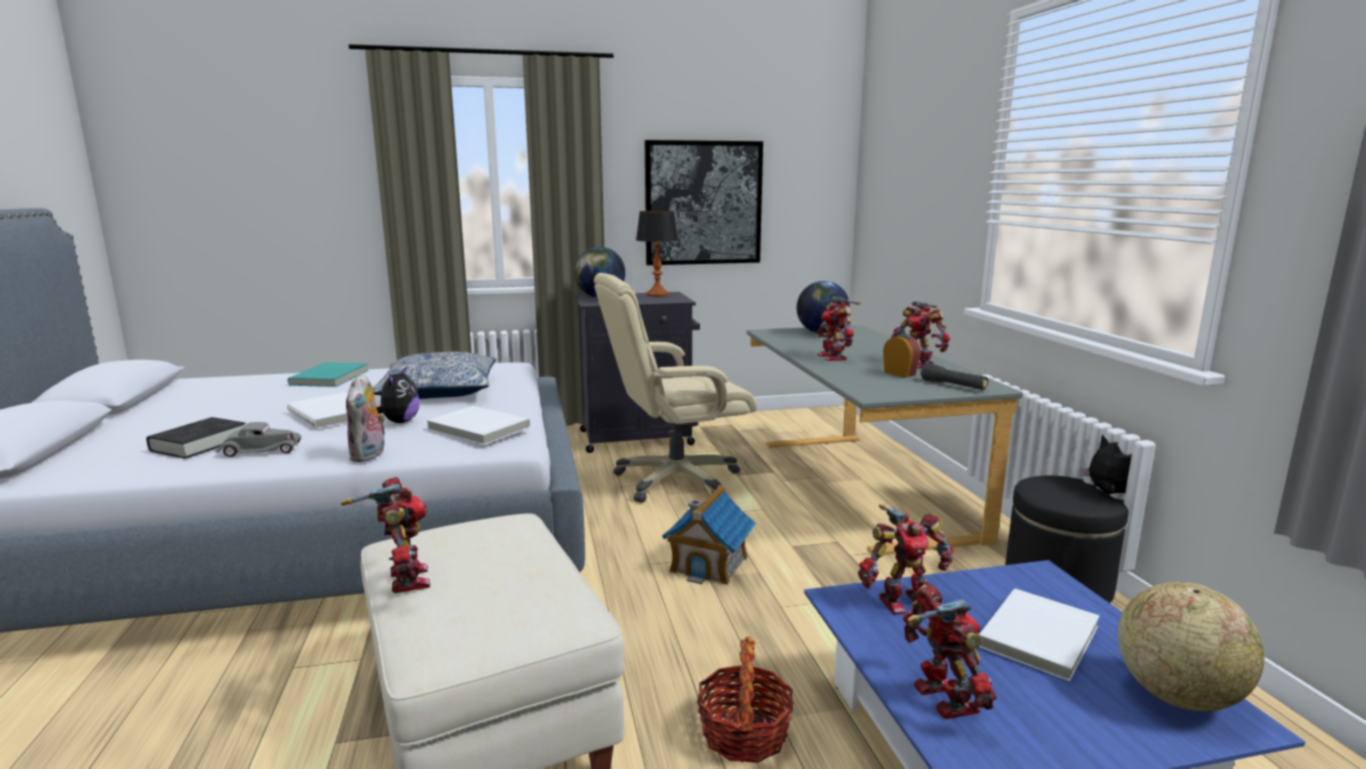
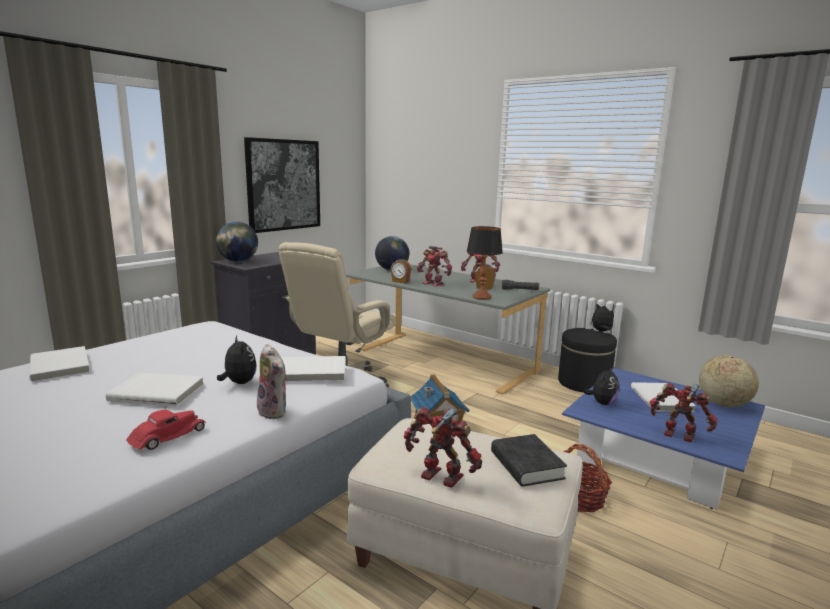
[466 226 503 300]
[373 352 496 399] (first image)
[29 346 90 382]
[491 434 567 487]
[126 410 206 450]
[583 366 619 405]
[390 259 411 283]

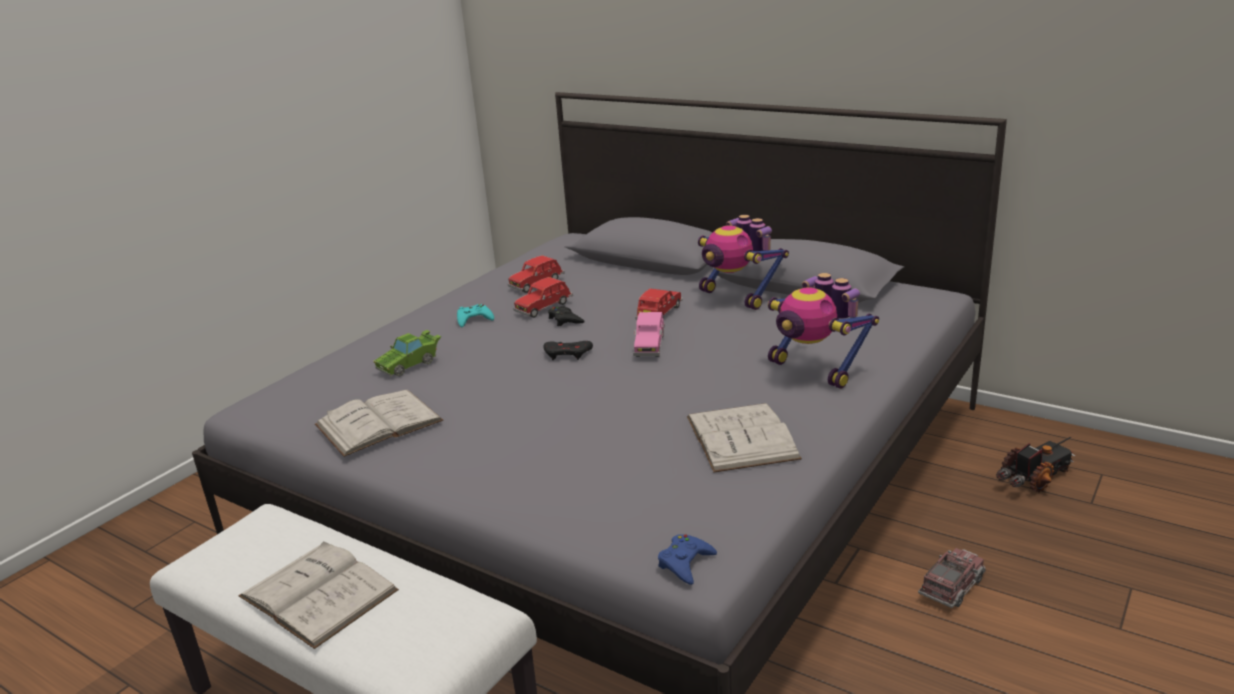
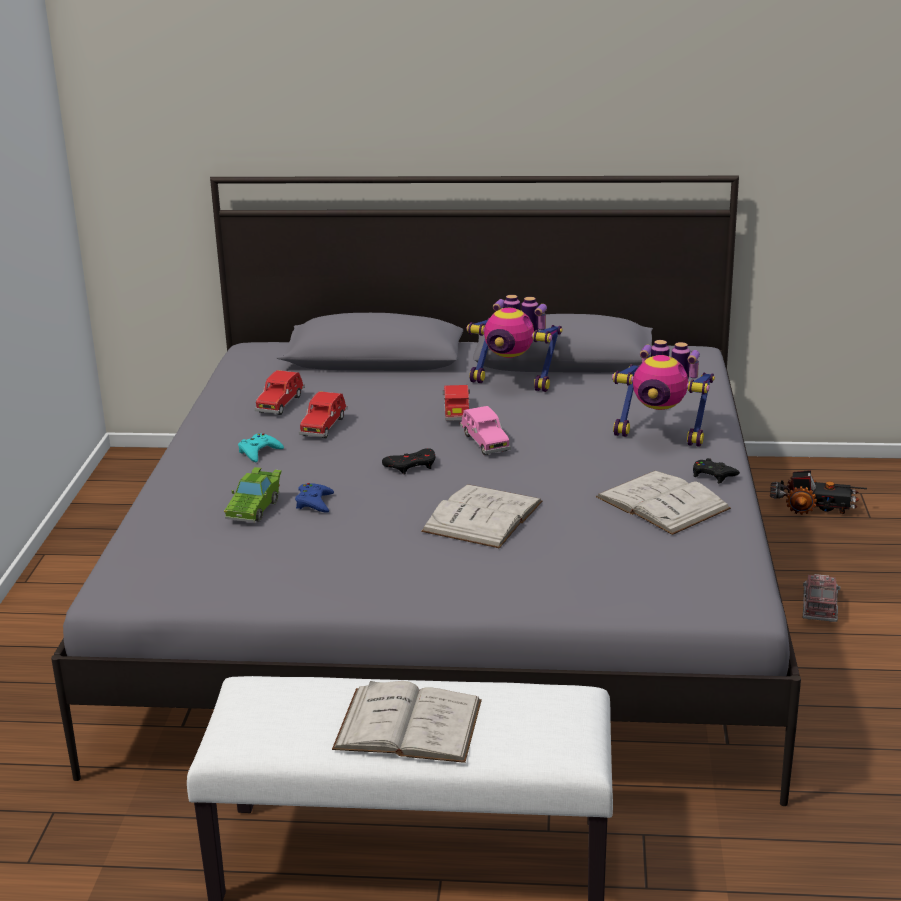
[693 458 740 483]
[421 484 542 548]
[770 470 867 515]
[295 483 334 513]

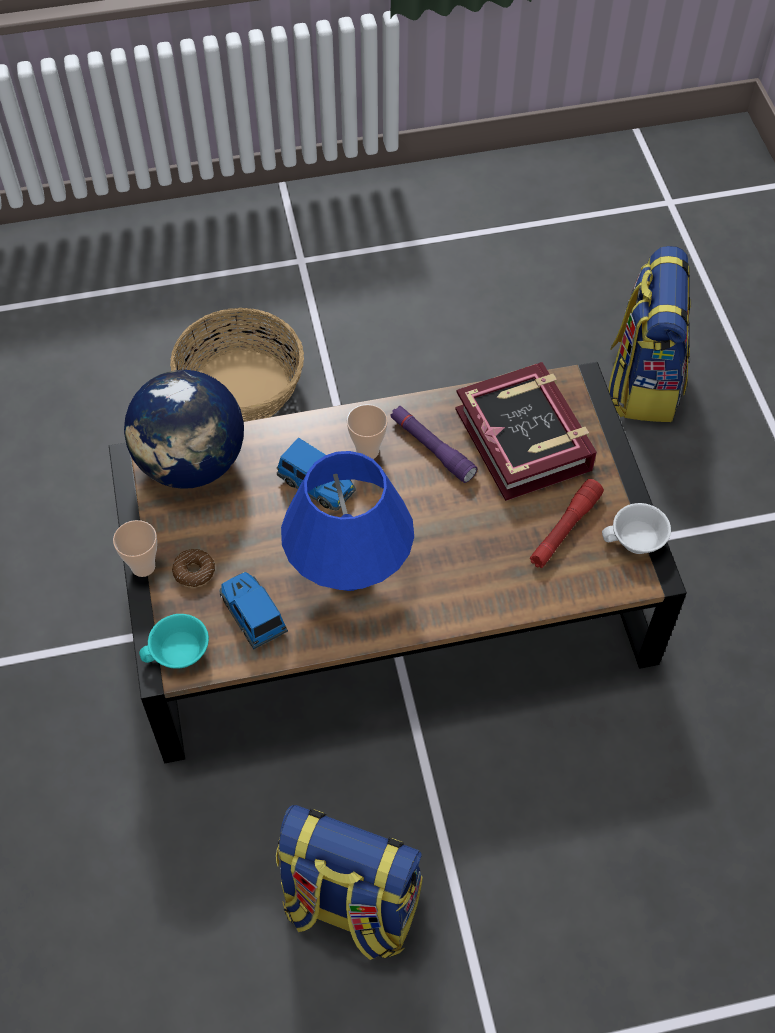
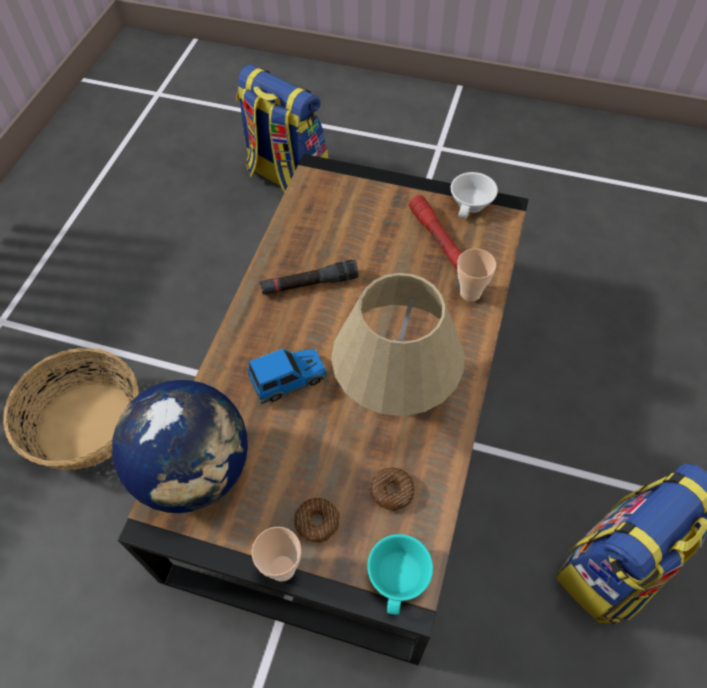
[455 362 597 501] (first image)
[457 249 496 302]
[260 259 359 295]
[331 273 464 416]
[370 467 415 510]

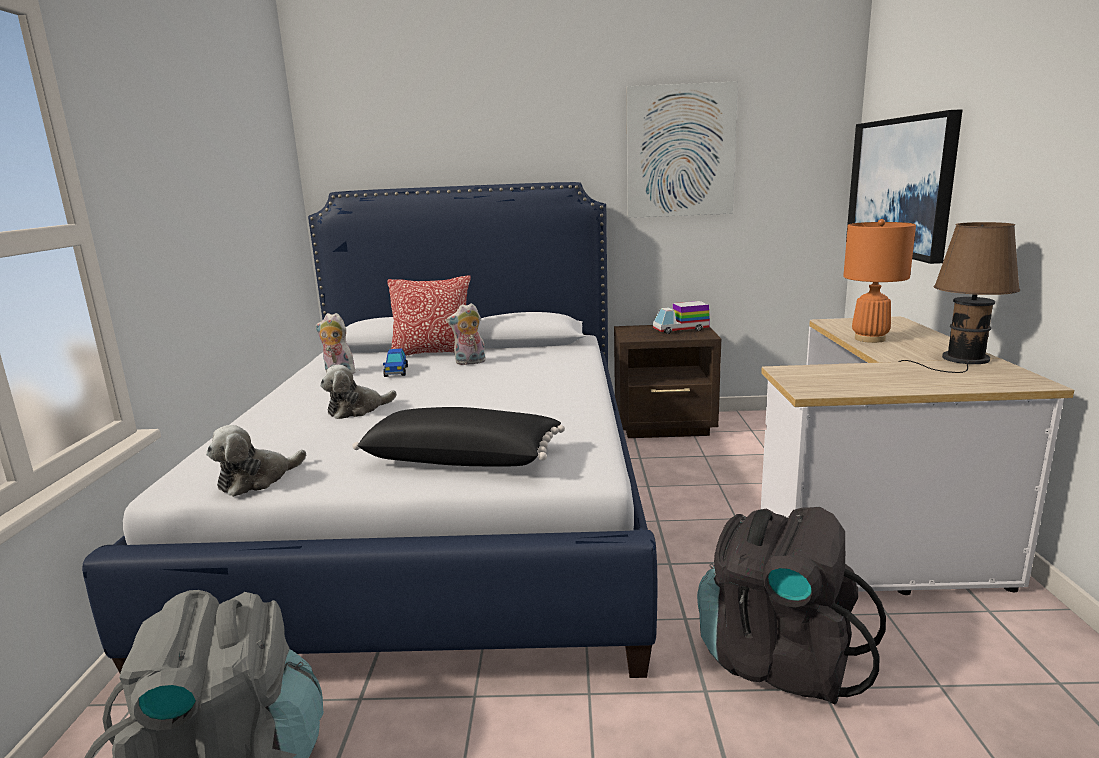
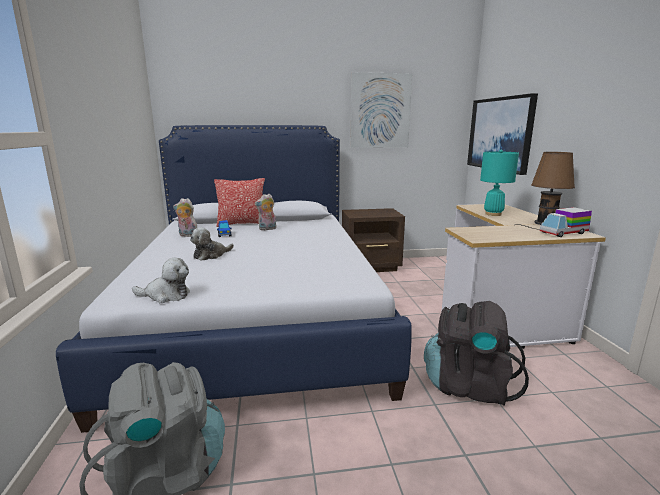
[480 150 519 216]
[539 207 592 237]
[352 407 565 467] (first image)
[132 258 190 303]

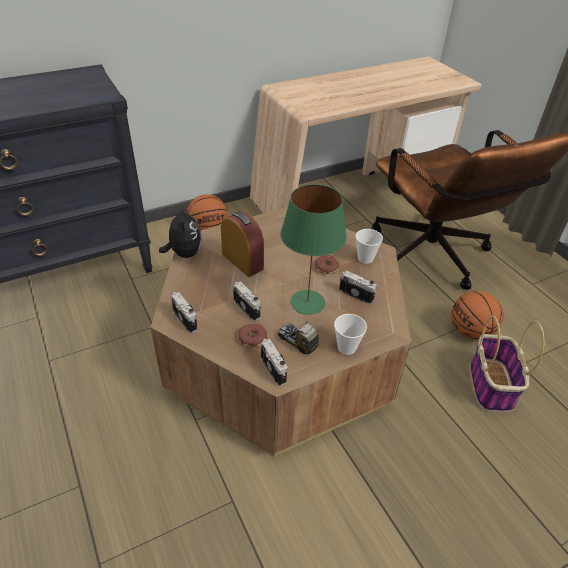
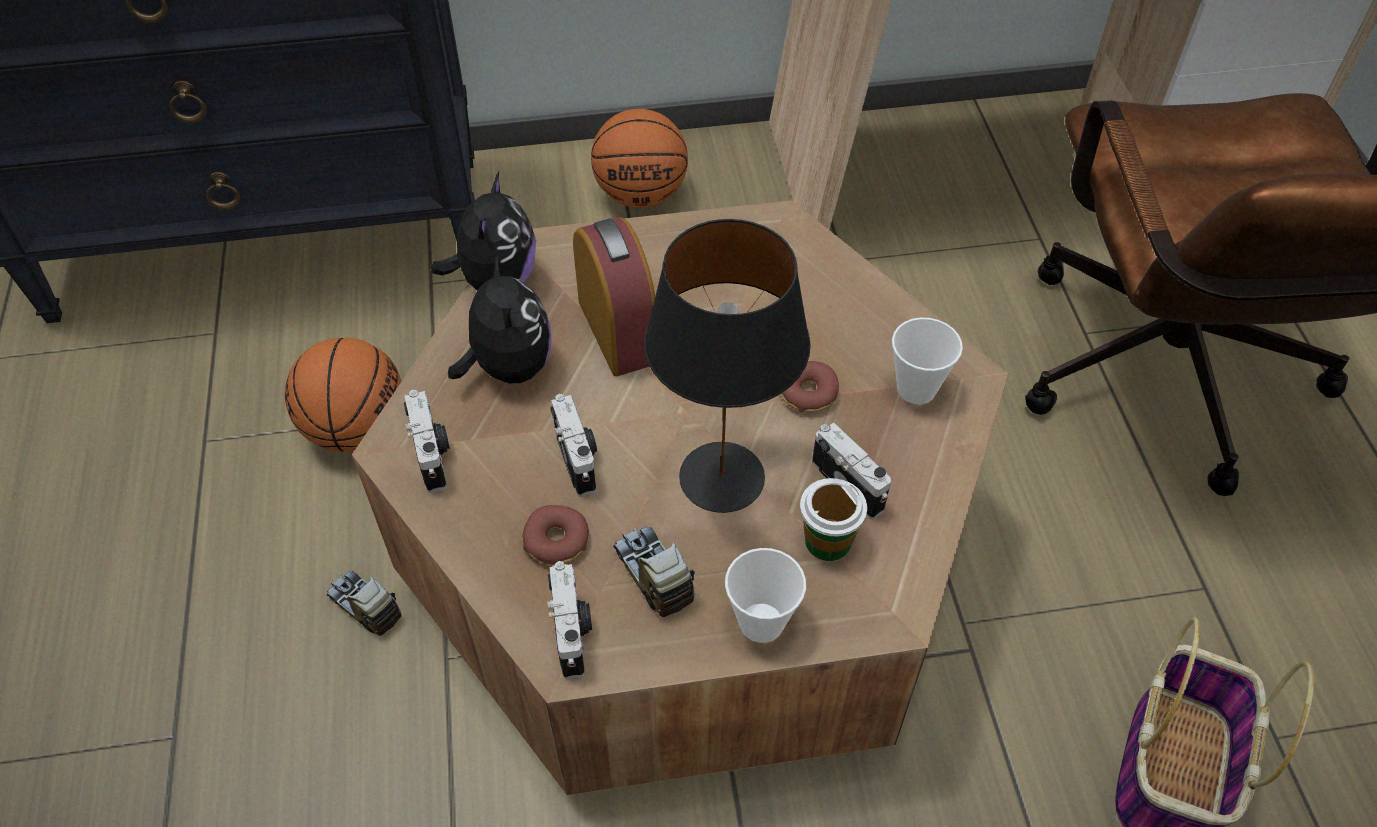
[644 219 811 513]
[285 338 402 452]
[448 254 551 383]
[800 478 867 561]
[327 571 401 636]

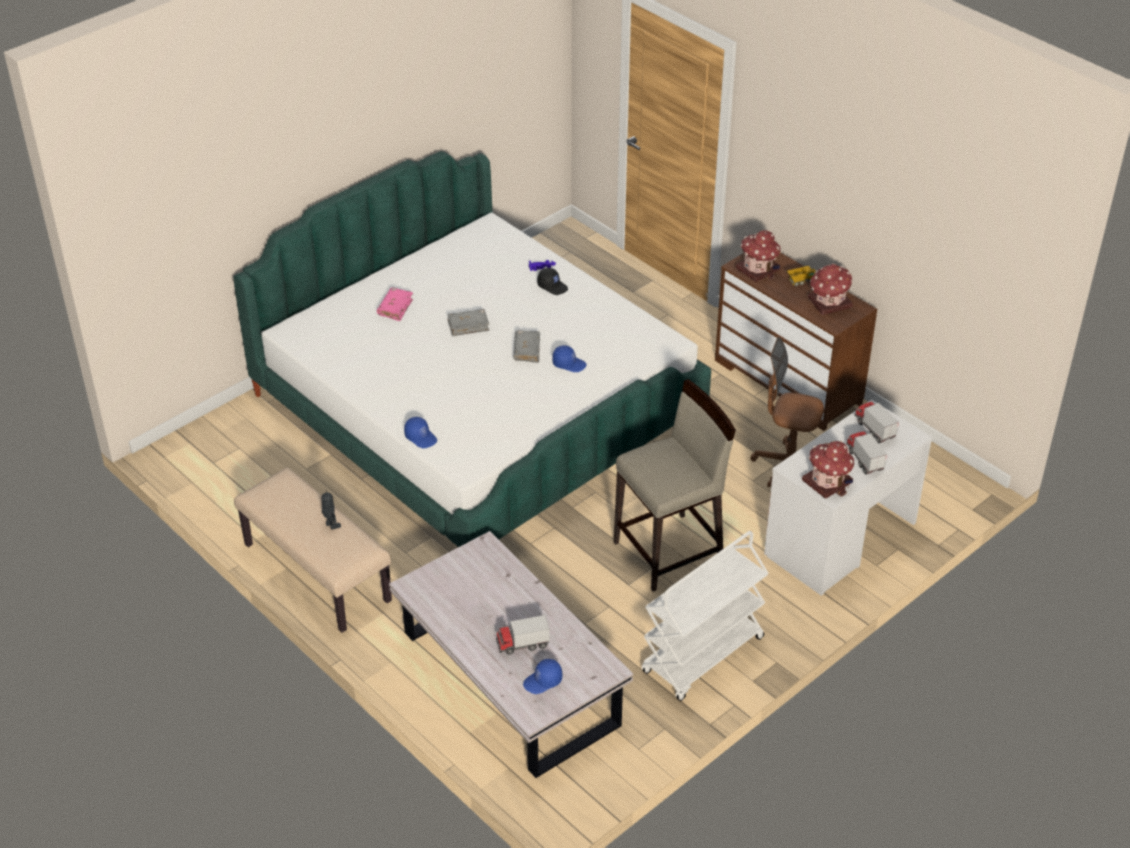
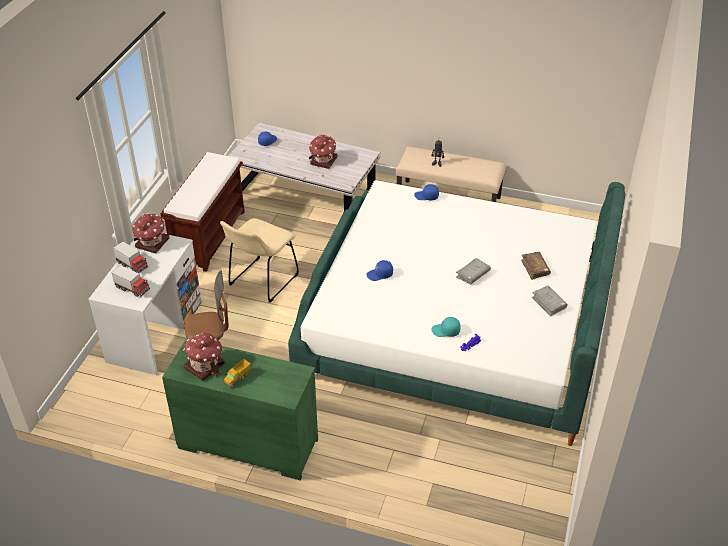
[309 135 338 169]
[162 338 318 481]
[431 317 461 337]
[521 252 551 280]
[532 286 567 317]
[220 218 299 303]
[161 152 245 272]
[496 615 550 654] (first image)

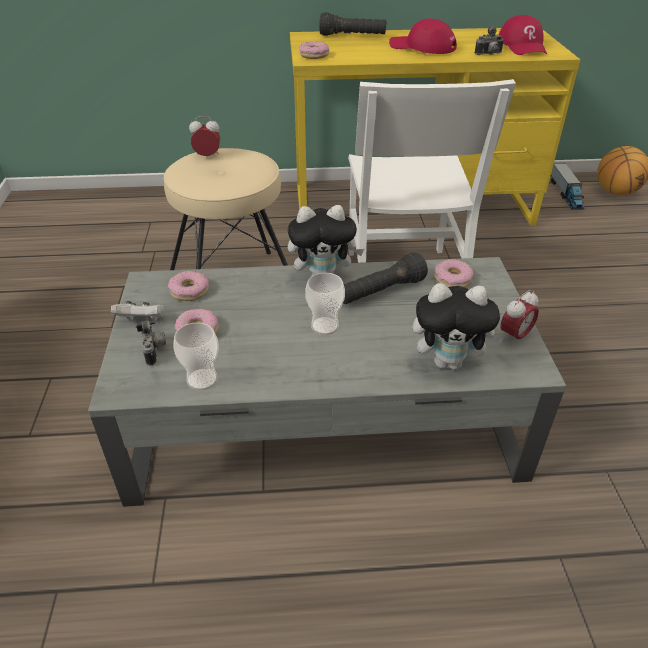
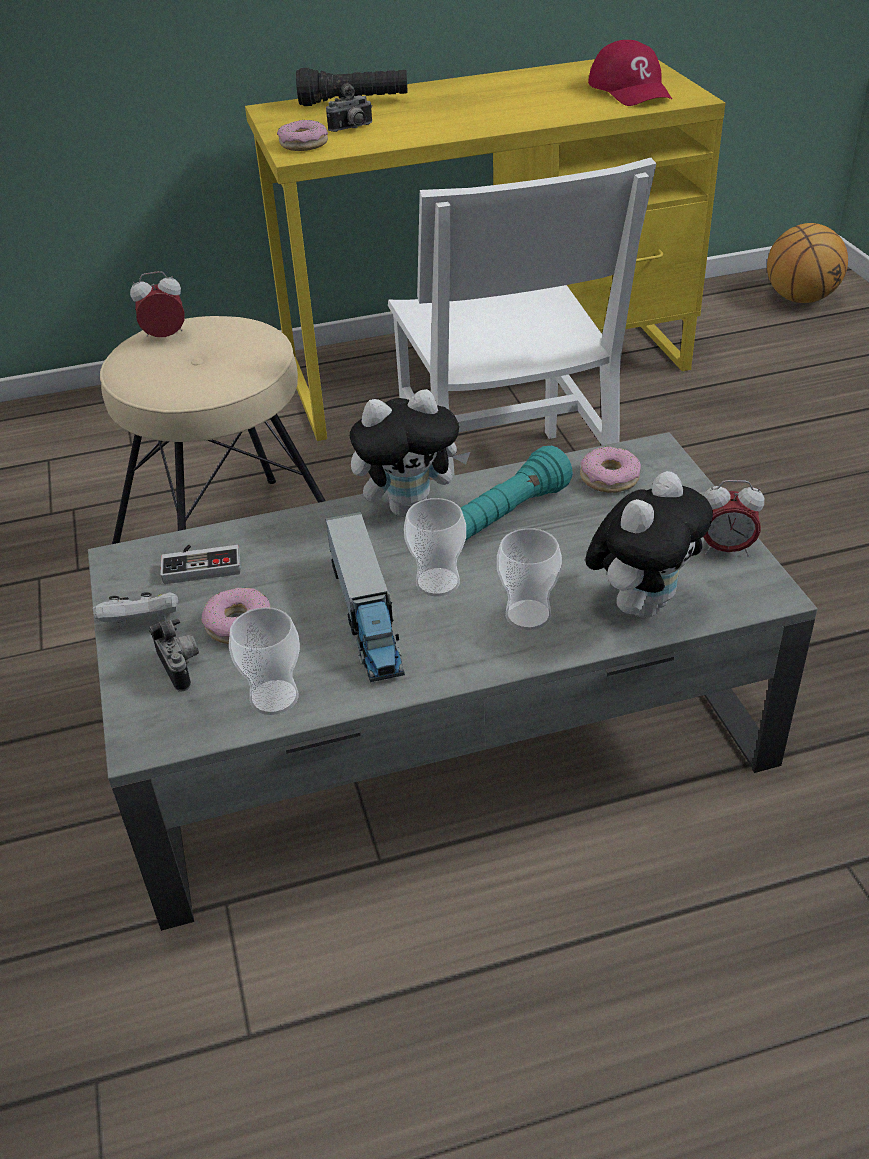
[389 19 457 54] (first image)
[326 83 372 132]
[325 512 405 682]
[461 446 573 541]
[160 544 241 584]
[585 471 713 618]
[703 480 765 557]
[497 528 562 630]

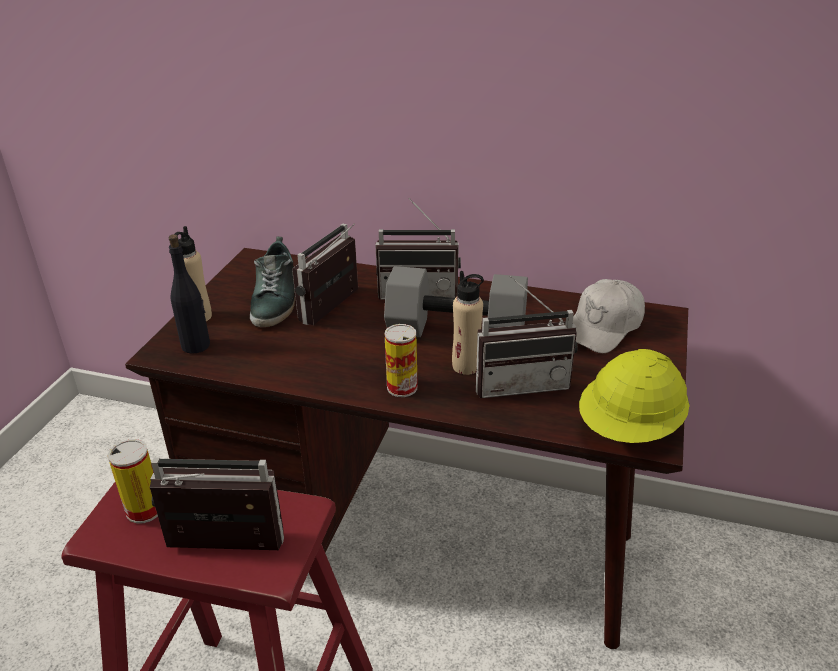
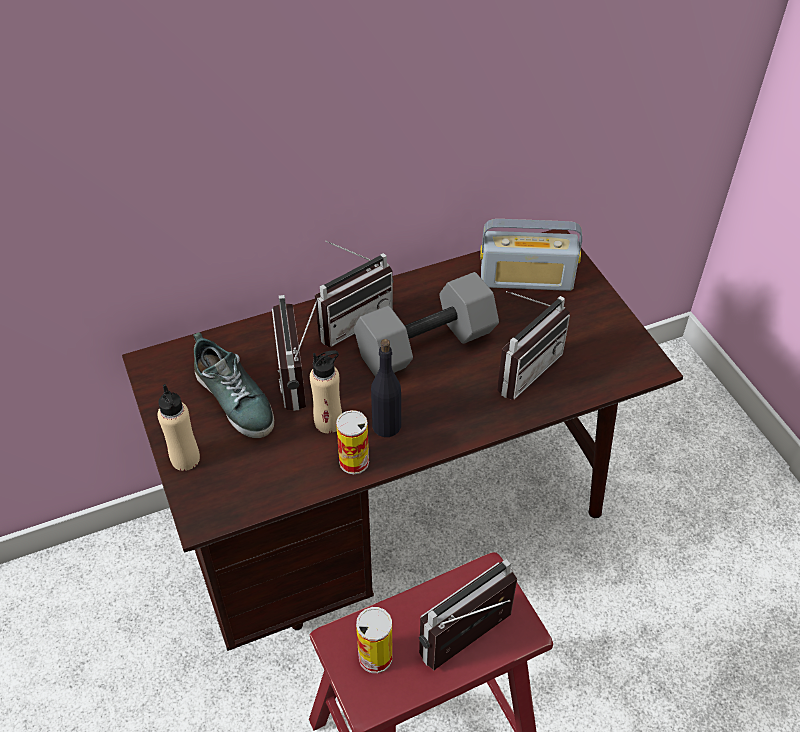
[371 339 401 437]
[310 350 342 433]
[480 219 582 291]
[336 410 369 474]
[579 349 689 443] (first image)

